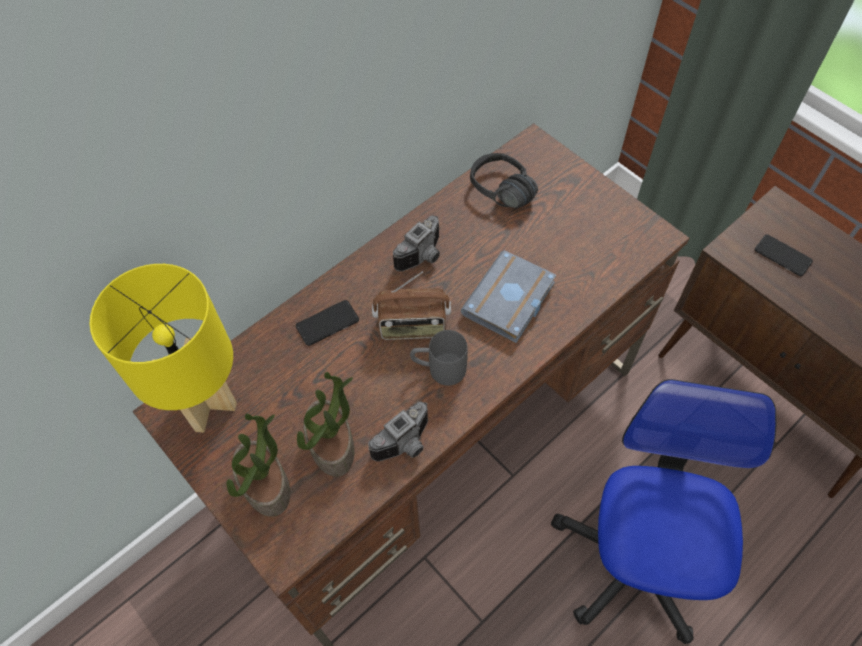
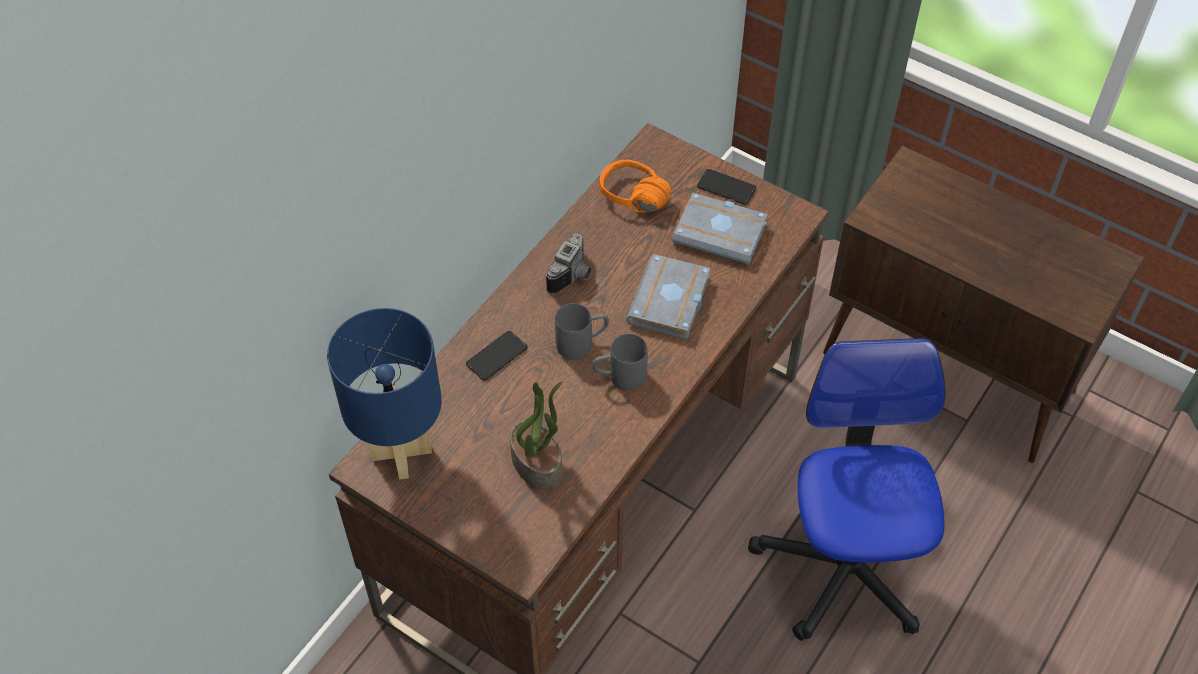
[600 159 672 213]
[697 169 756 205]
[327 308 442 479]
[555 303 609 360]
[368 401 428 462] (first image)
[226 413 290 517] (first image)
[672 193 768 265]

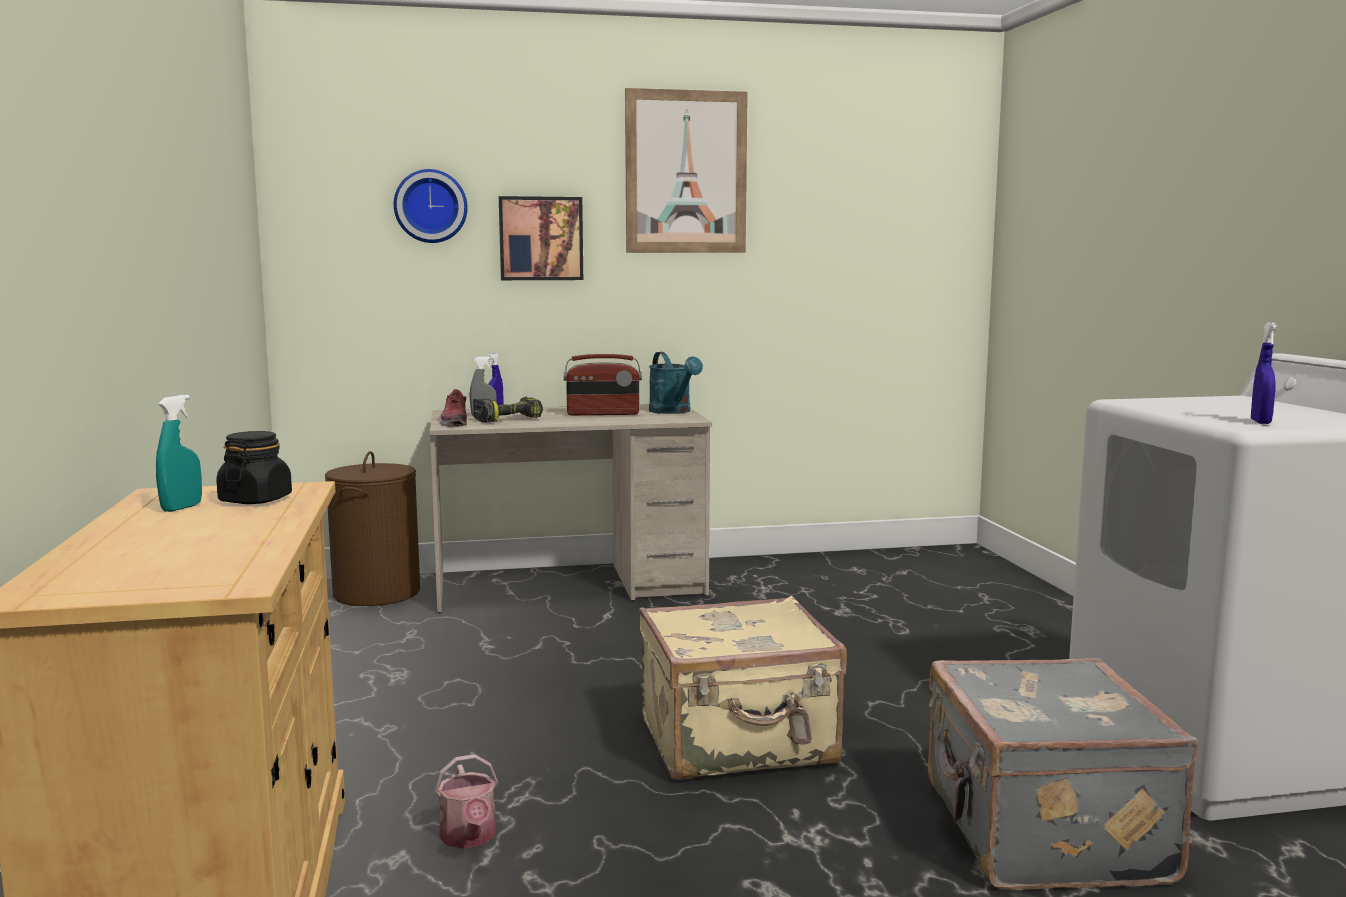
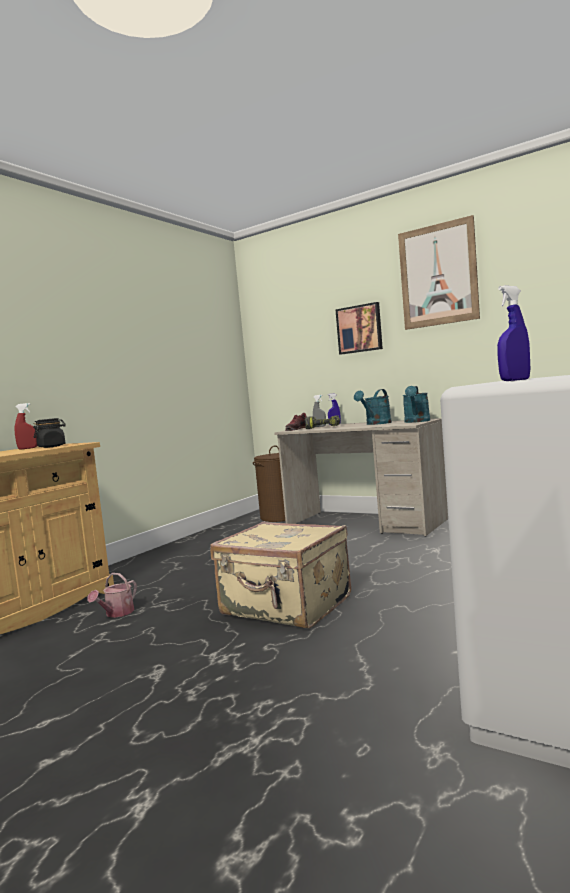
[394 169 468 243] (first image)
[354 389 392 425]
[15 403 37 450]
[928 658 1198 890] (first image)

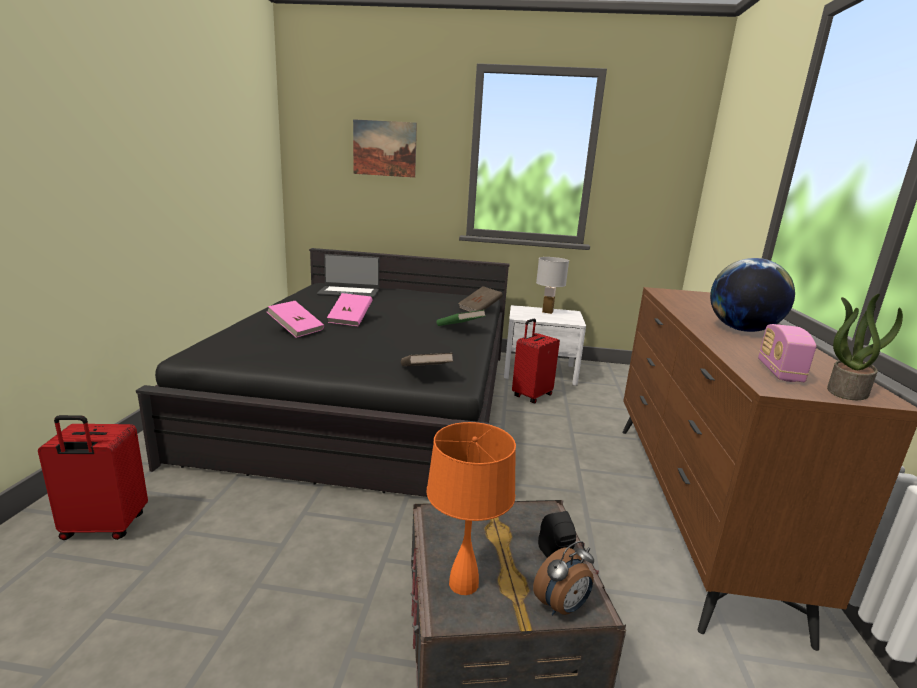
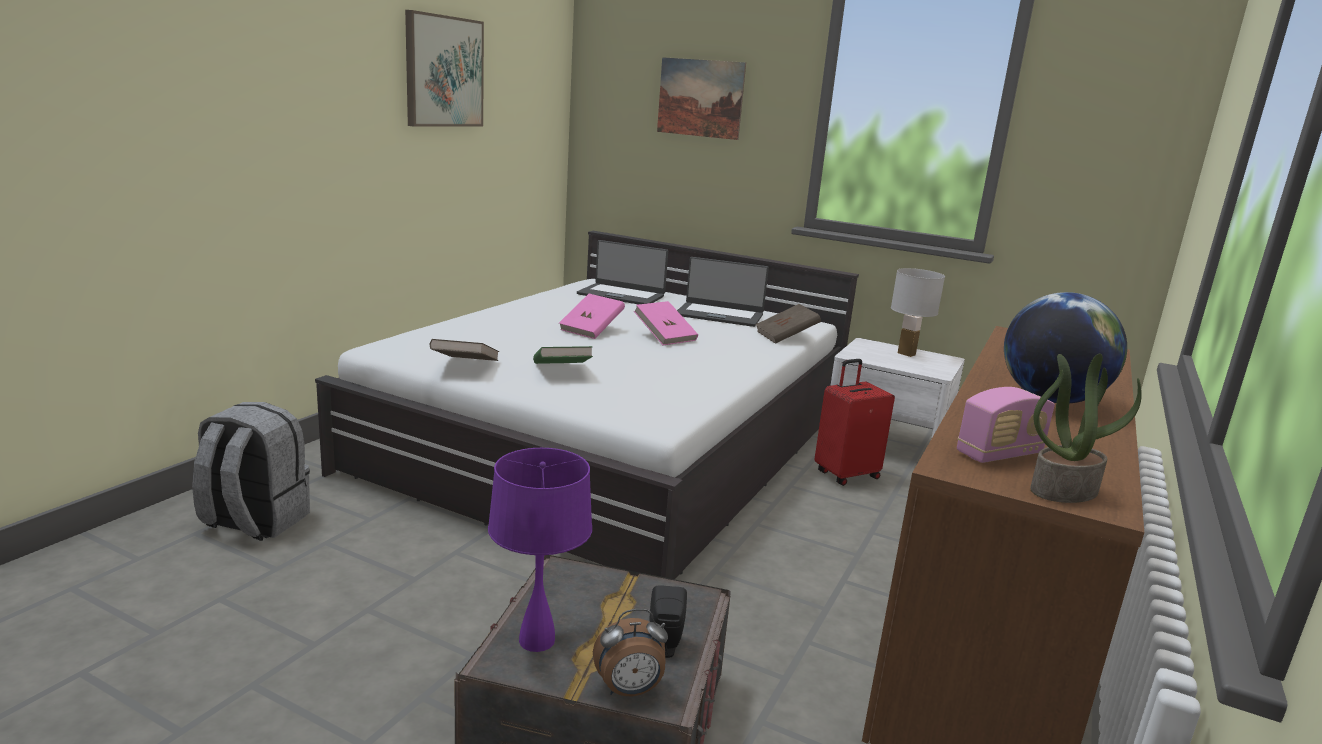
[315 231 859 579]
[634 301 698 346]
[533 346 593 364]
[957 387 1055 463]
[430 339 499 361]
[192 402 310 541]
[488 448 592 652]
[405 10 484 127]
[677 257 769 327]

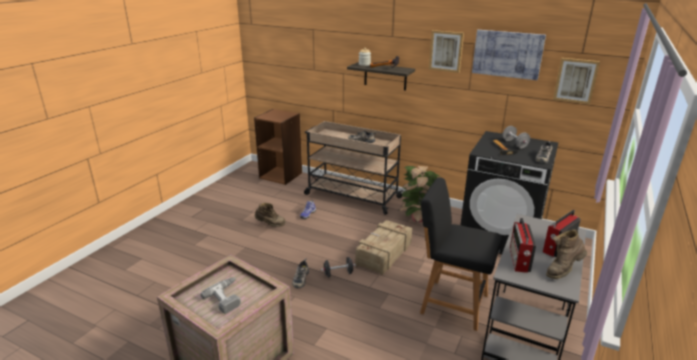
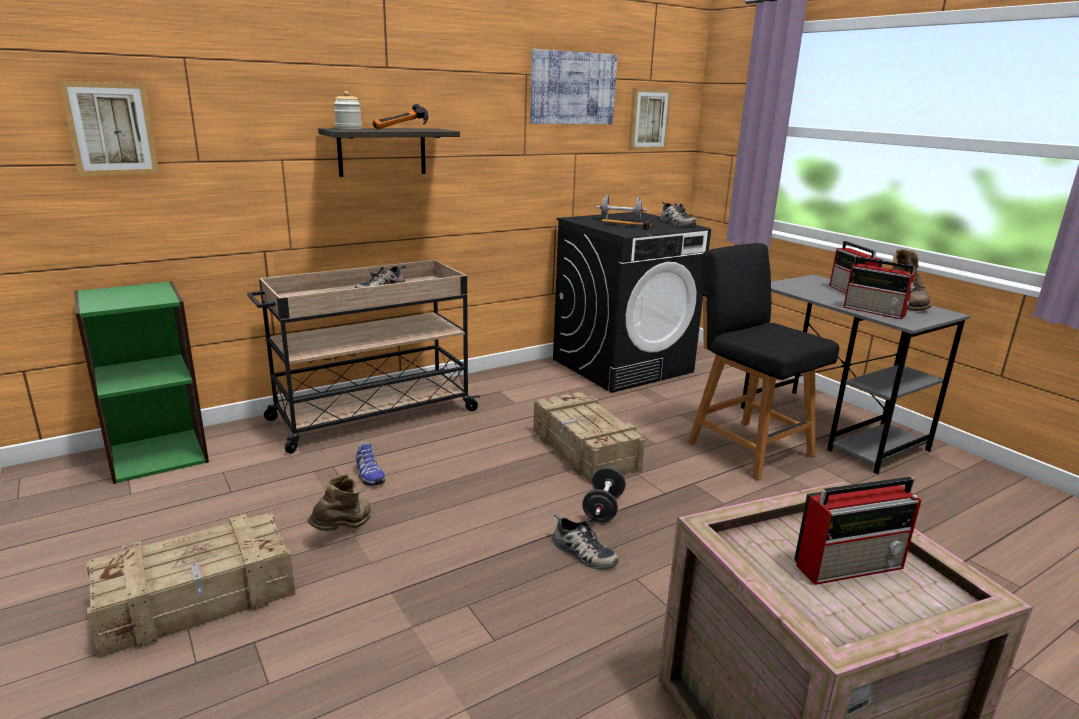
[59 81 159 176]
[74 281 209 484]
[398 166 440 223] (first image)
[688 243 839 480]
[794 477 921 585]
[86 513 295 659]

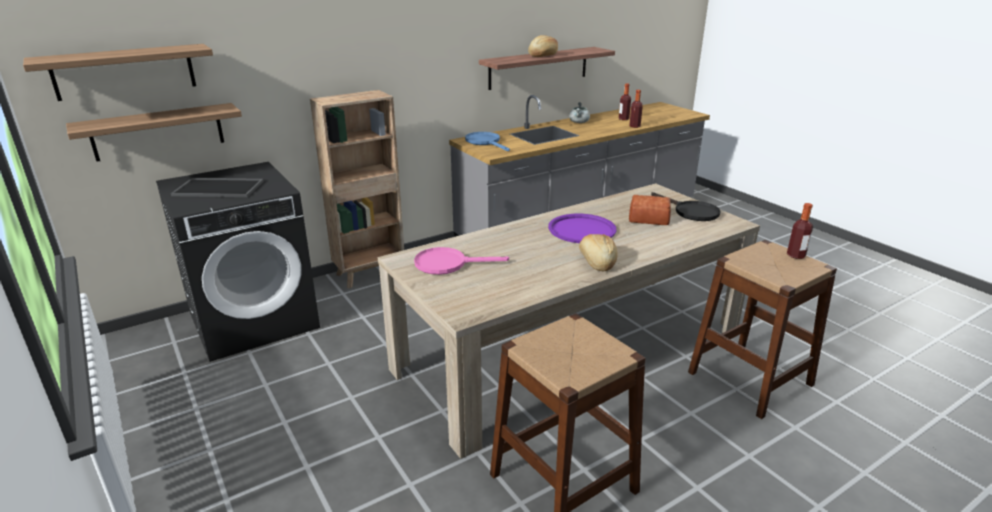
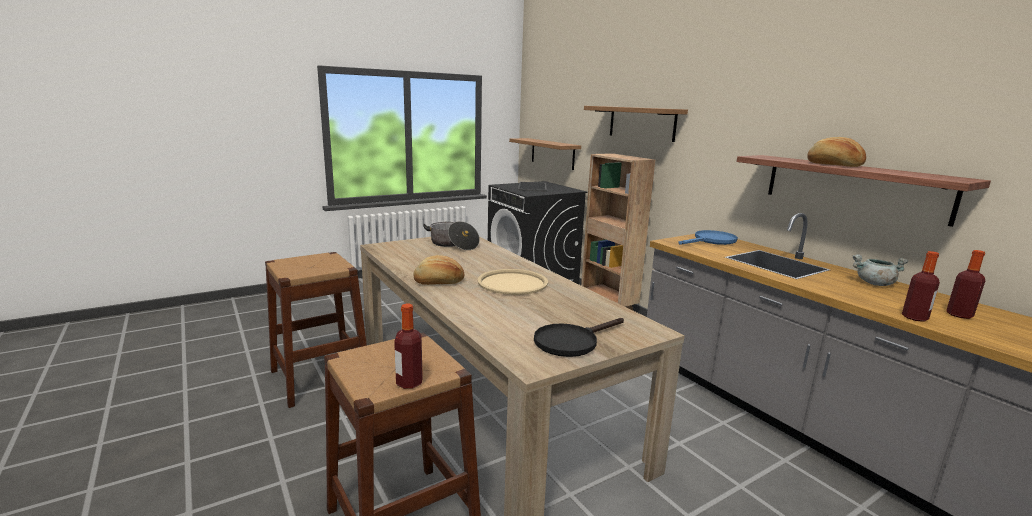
[584 106 688 142]
[629 195 671 225] (first image)
[477 269 548 295]
[423 221 480 250]

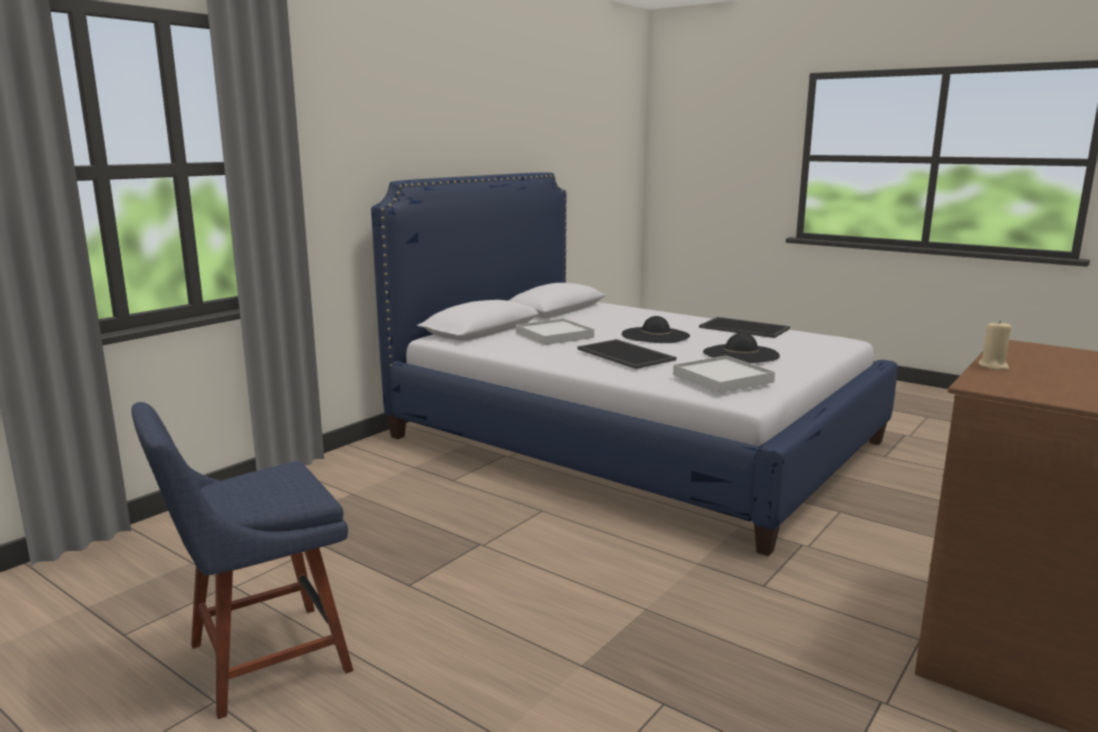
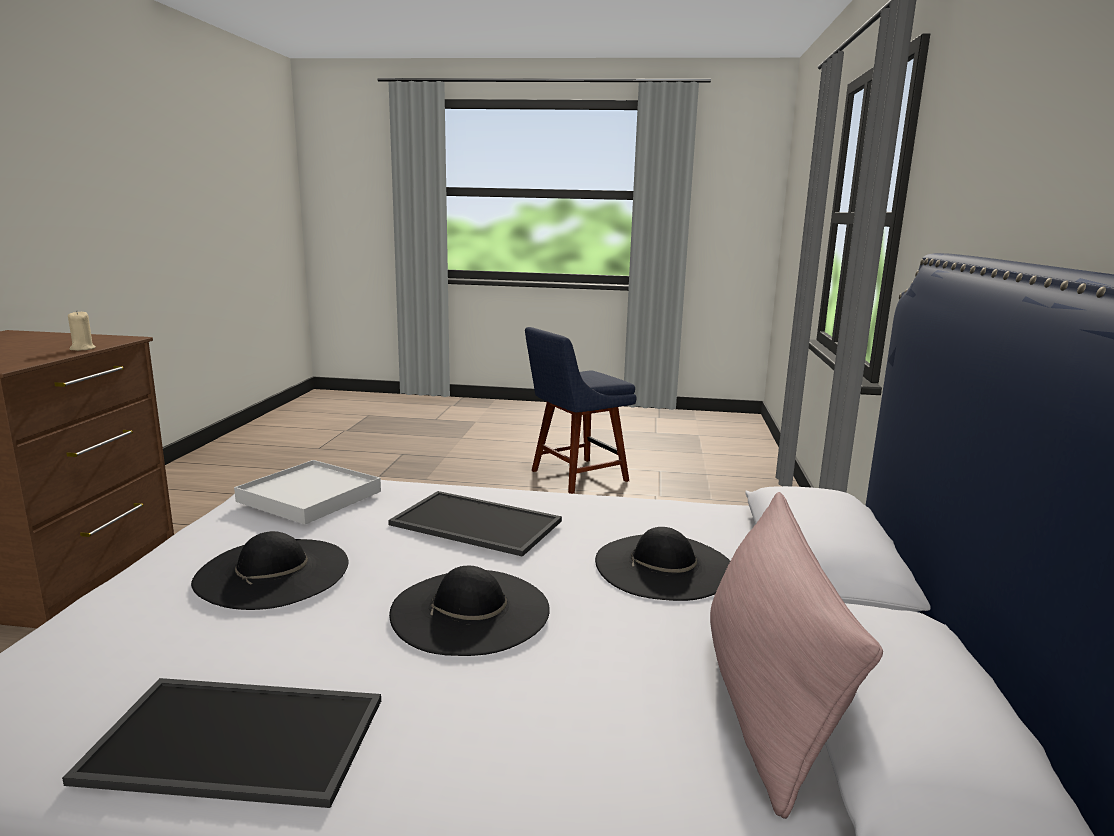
[595 527 730 601]
[525 327 637 494]
[710 492 883 819]

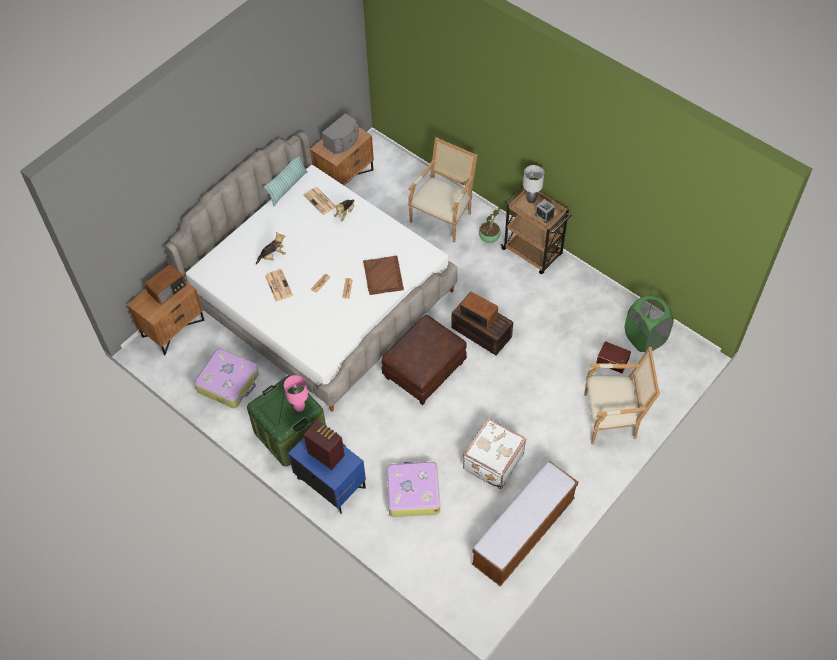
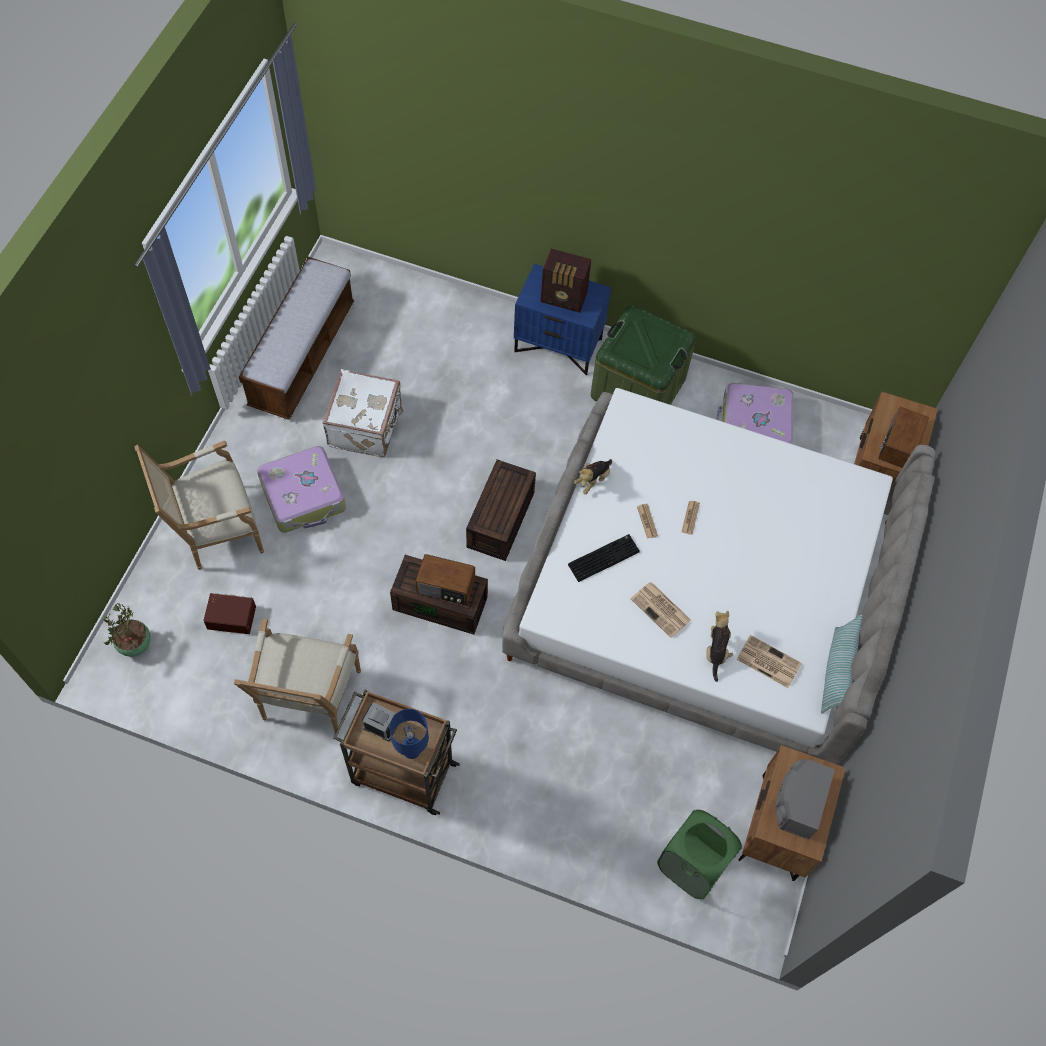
[234 618 361 733]
[390 709 429 759]
[103 603 151 657]
[574 459 612 494]
[568 534 640 582]
[631 582 691 638]
[657 810 742 899]
[466 459 536 561]
[284 375 308 412] (first image)
[257 446 346 533]

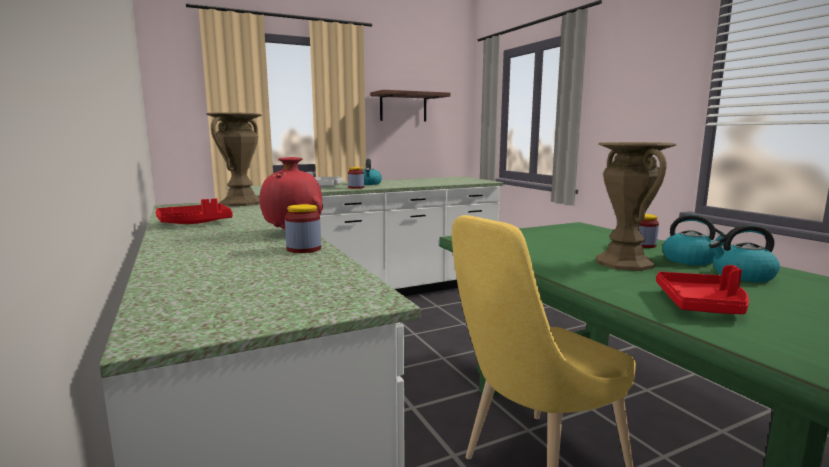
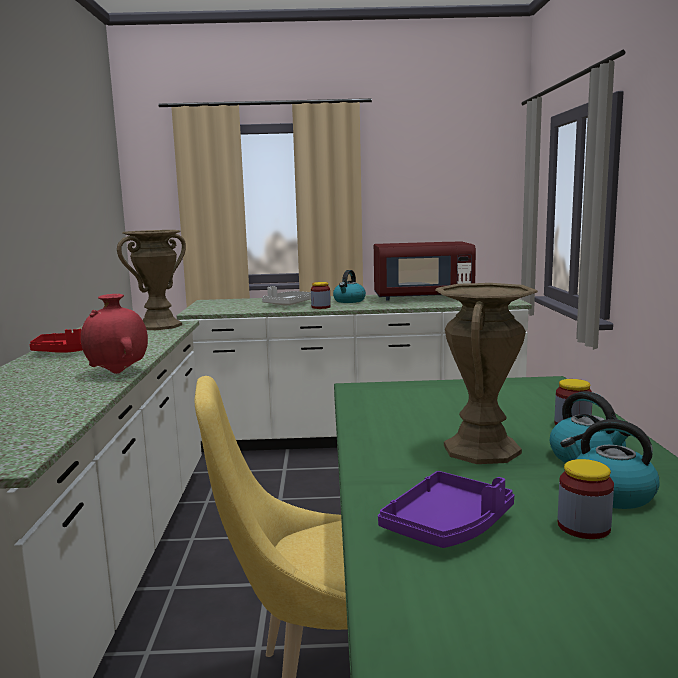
[370 90 451 121] (first image)
[558 459 614 539]
[378 471 514 548]
[374 242 476 301]

